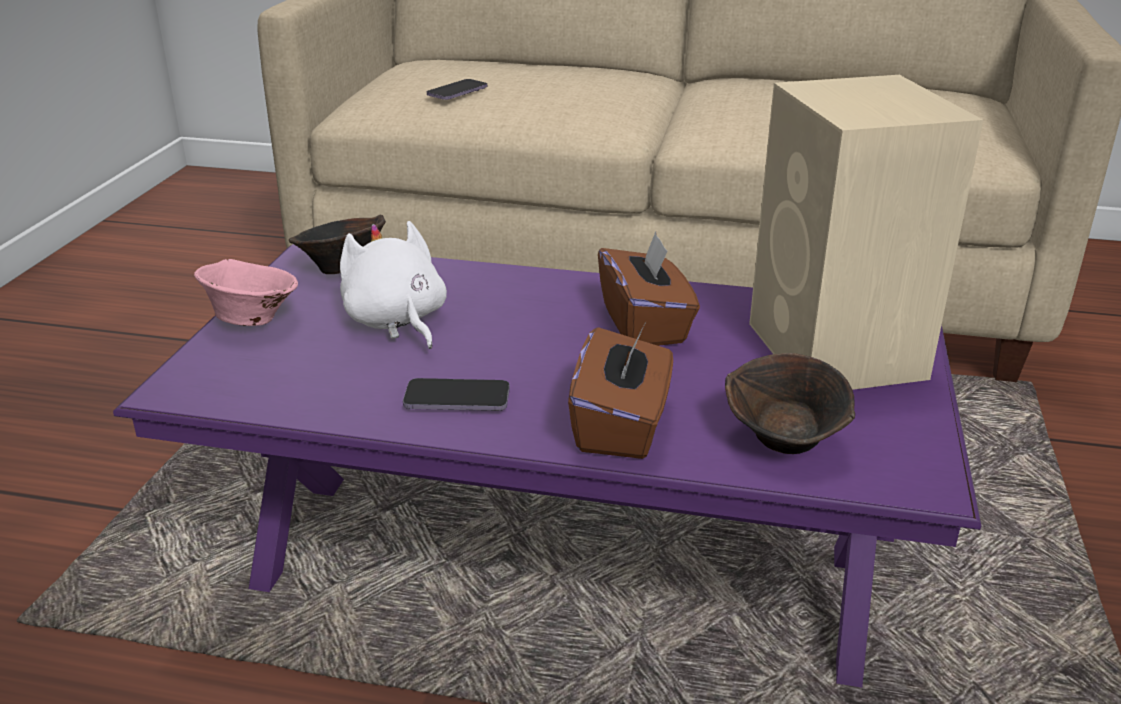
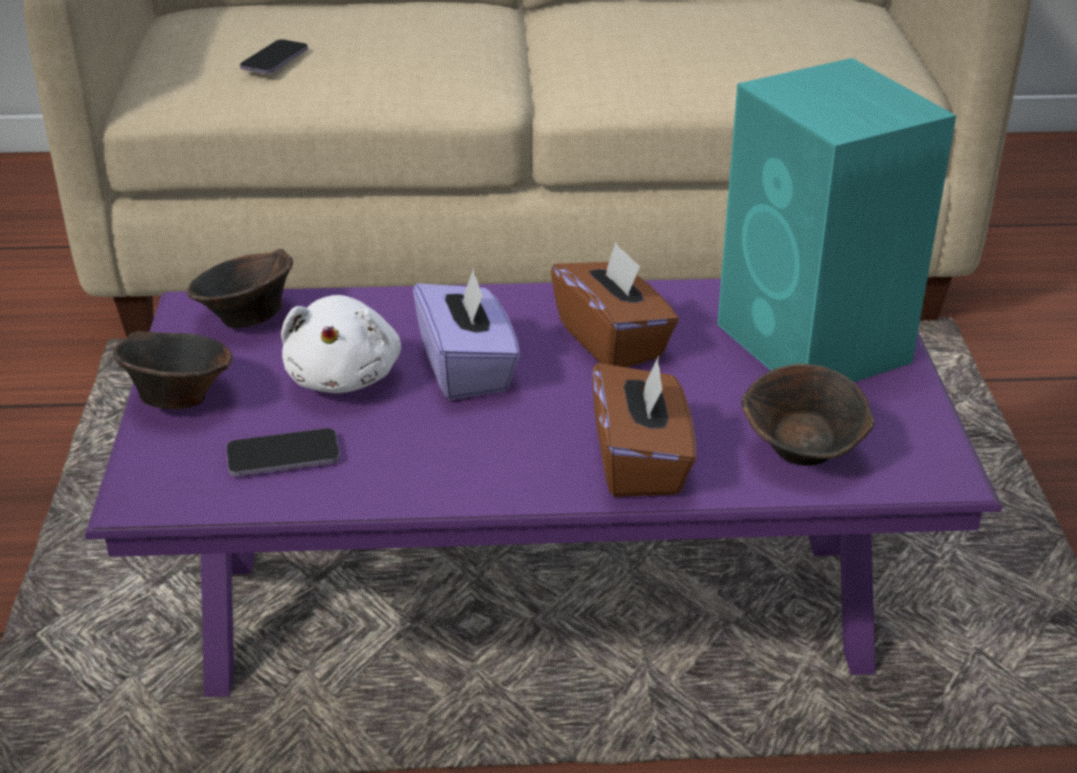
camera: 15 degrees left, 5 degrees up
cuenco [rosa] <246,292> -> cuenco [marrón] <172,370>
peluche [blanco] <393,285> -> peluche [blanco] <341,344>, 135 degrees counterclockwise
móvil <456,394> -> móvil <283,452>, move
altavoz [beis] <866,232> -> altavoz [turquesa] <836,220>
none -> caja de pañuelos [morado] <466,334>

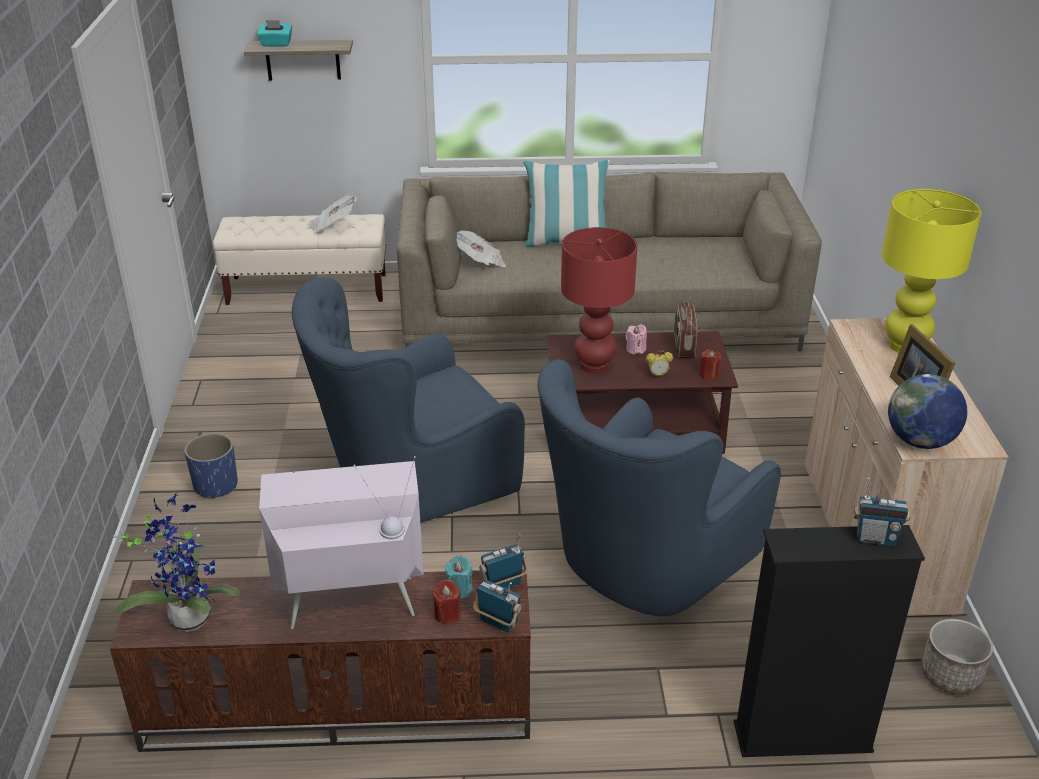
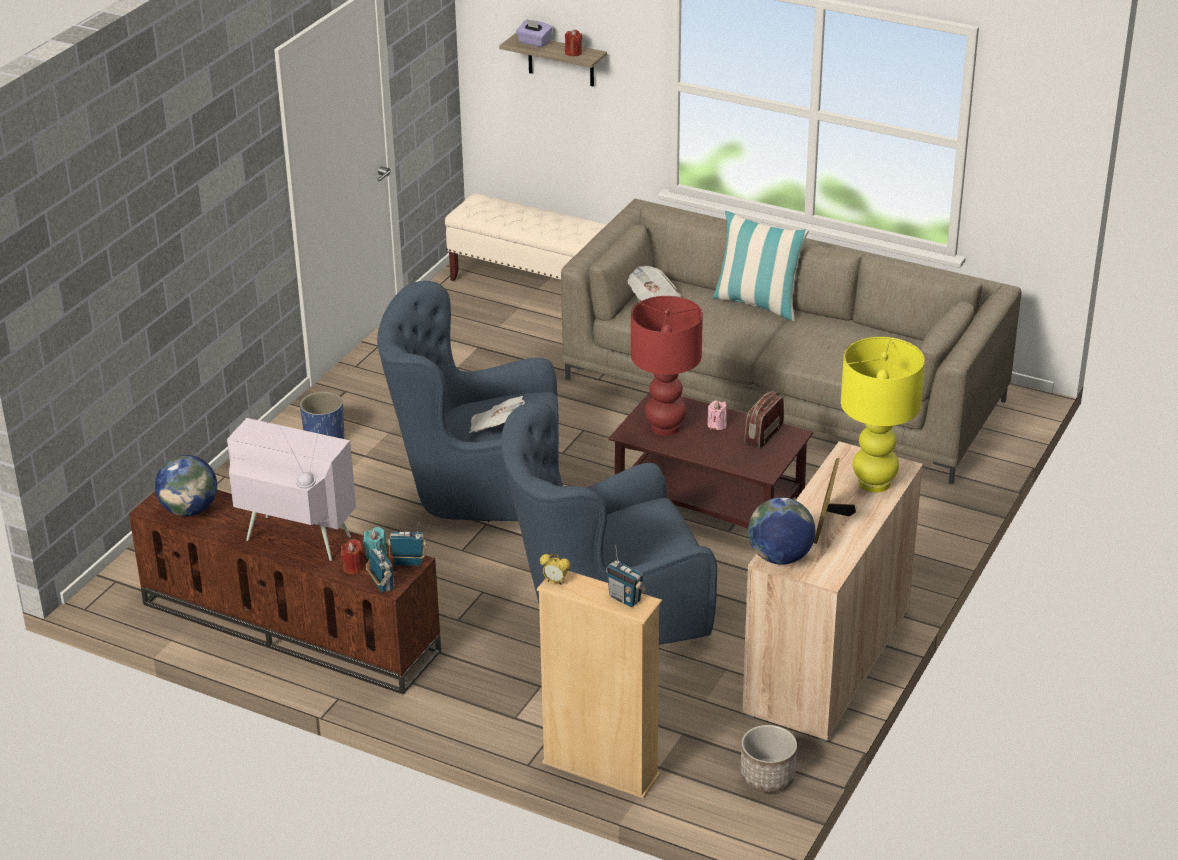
camera: 30 degrees right, 0 degrees up
planta en maceta <176,563> -> globo terráqueo <186,485>
caja de pañuelos [turquesa] <274,33> -> caja de pañuelos [morado] <534,33>
periódico <332,214> -> periódico <497,414>, move
despertador <659,363> -> despertador <555,569>, move
vela [rojo] <710,364> -> vela [rojo] <573,43>, move
estantería [negro] <829,641> -> estantería [beis] <599,685>

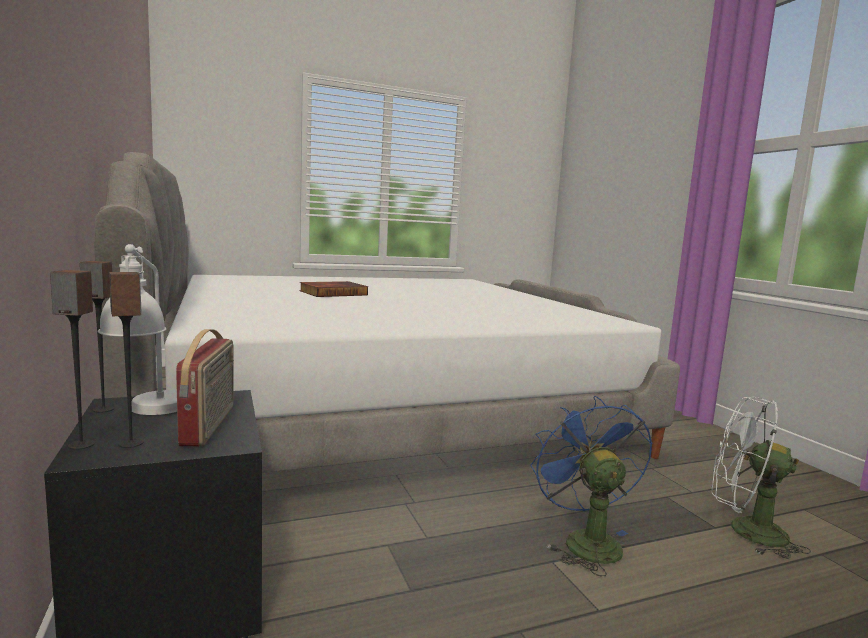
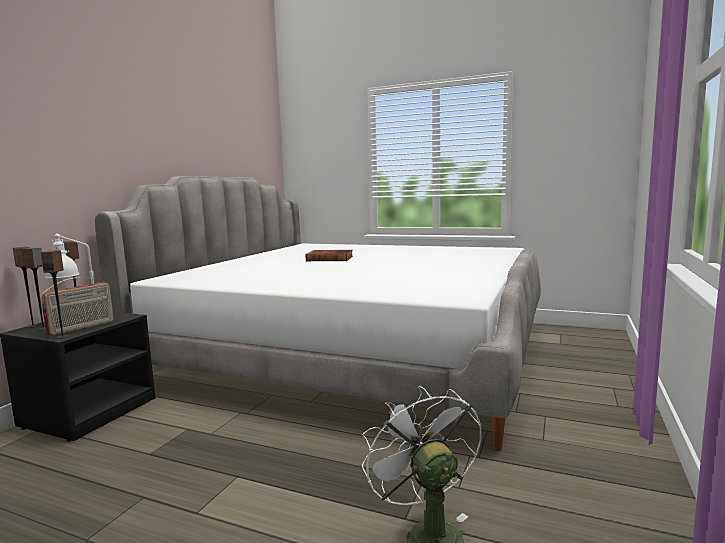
camera: 45 degrees right, 0 degrees up
ventilador [azul] <592,486> -> none
none -> altavoz <55,294>

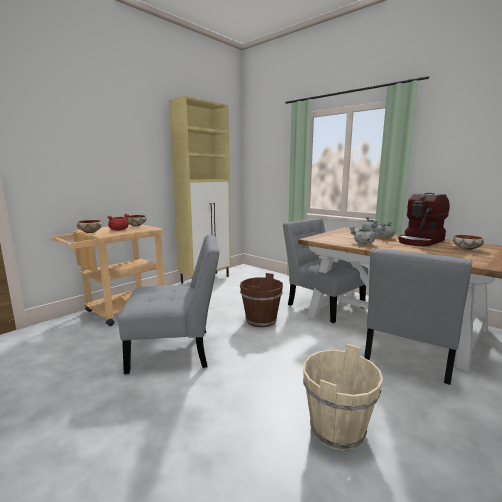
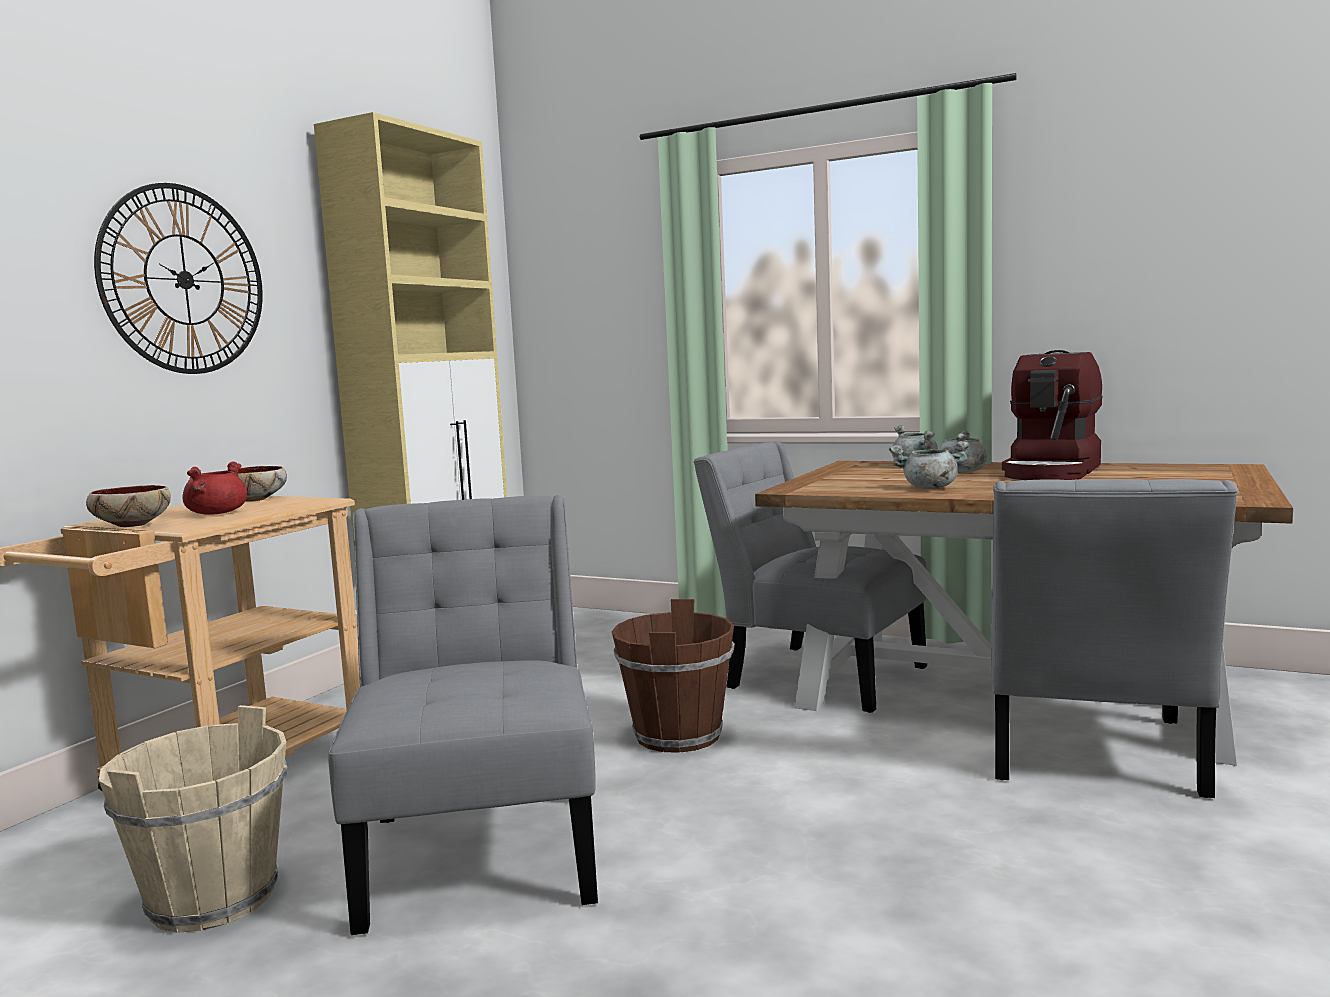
camera: 15 degrees left, 5 degrees down
silla [gris] <169,304> -> silla [gris] <463,715>, 75 degrees counterclockwise
cubo [beis] <343,397> -> cubo [beis] <193,818>, move
cuenco <468,242> -> none
none -> reloj de pared <178,278>

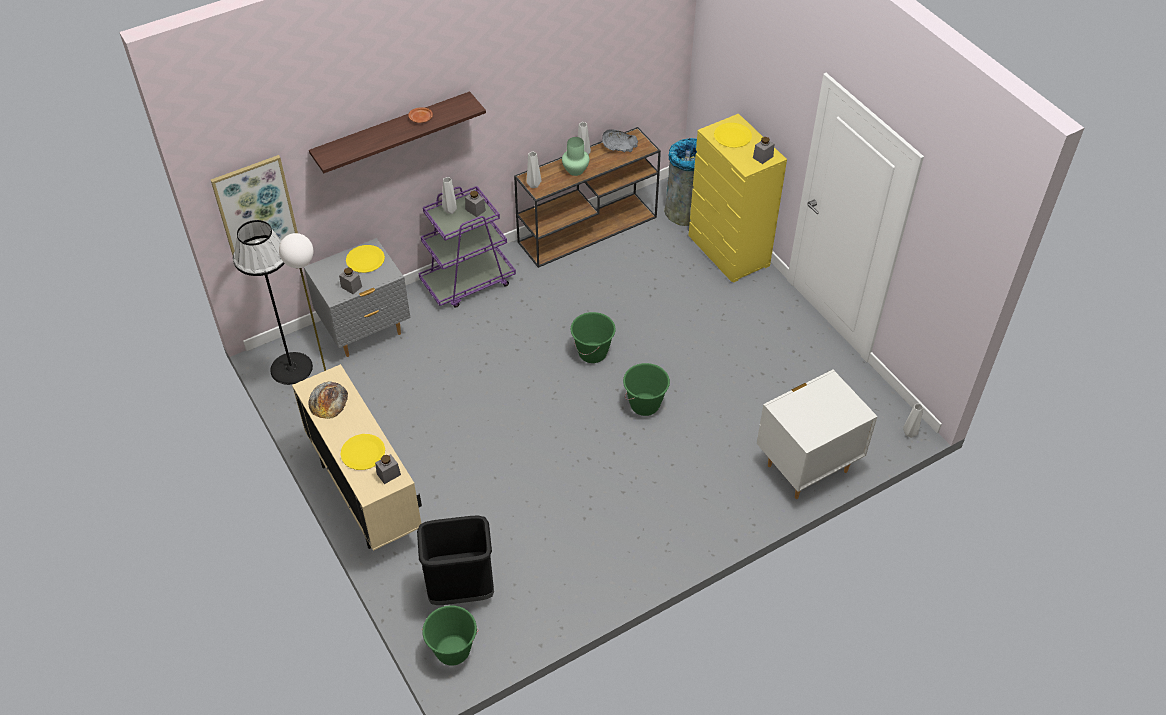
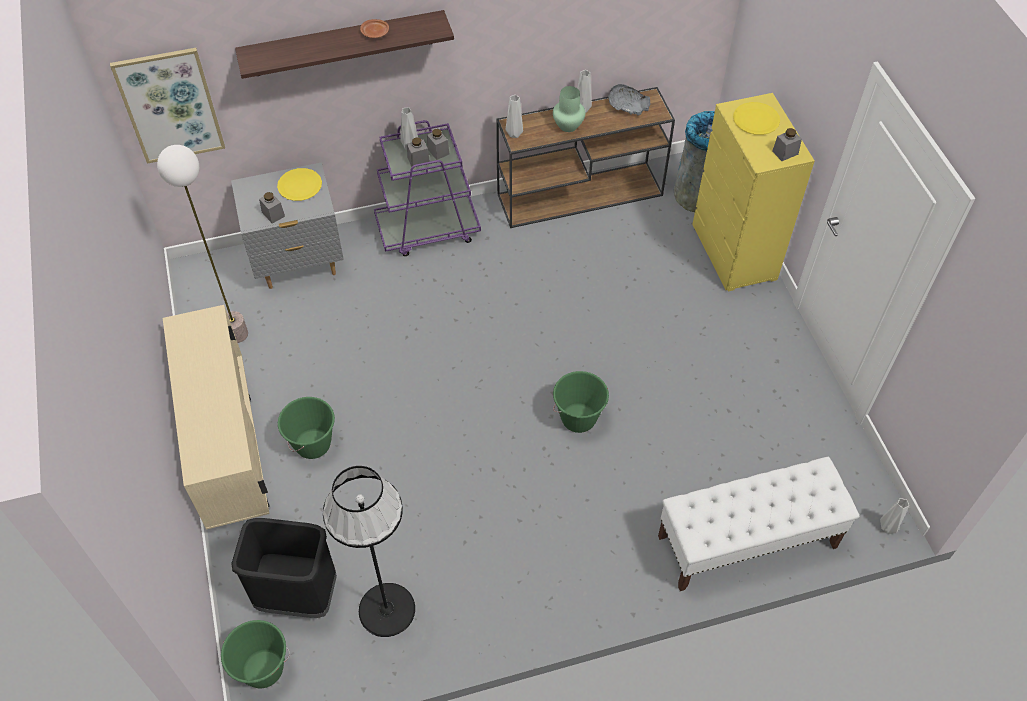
camera: 15 degrees right, 5 degrees up
lámpara de pie [negro] <273,302> -> lámpara de pie [negro] <369,551>, move
pan <328,400> -> none
plato [amarillo] <363,452> -> none
tarro [gris] <388,469> -> tarro [gris] <418,152>, move
cubo [verde] <593,337> -> cubo [verde] <306,428>, move
mesita de noche [blanco] <817,434> -> banco [blanco] <758,524>

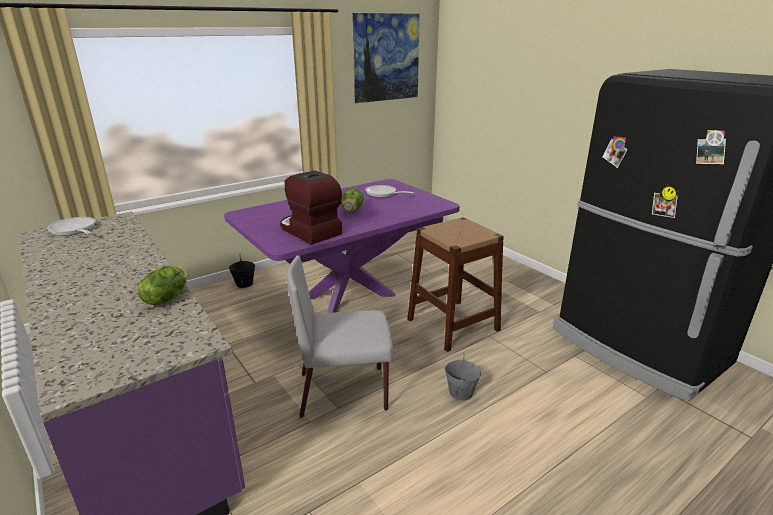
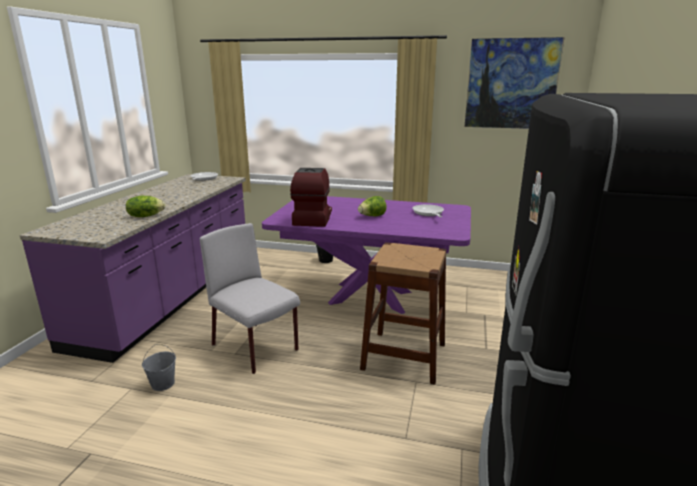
camera: 50 degrees right, 5 degrees down
cubo [gris] <463,377> -> cubo [gris] <159,367>, move

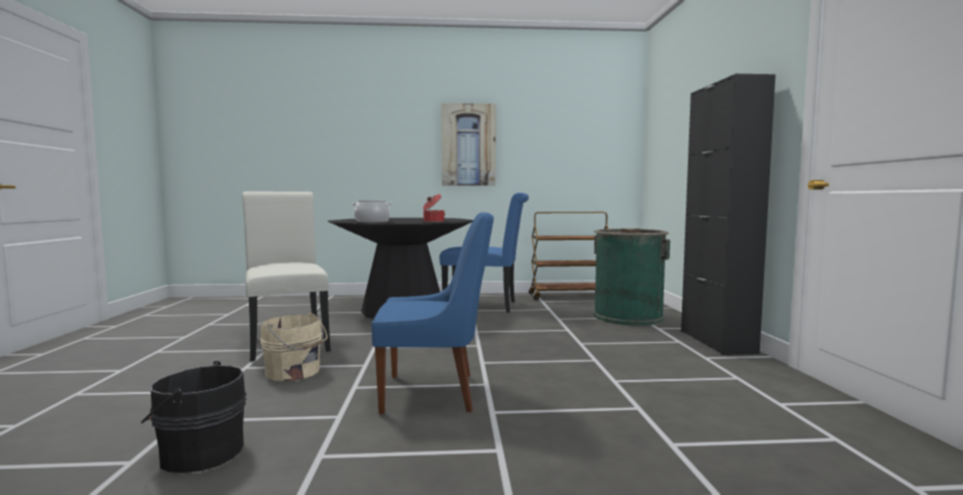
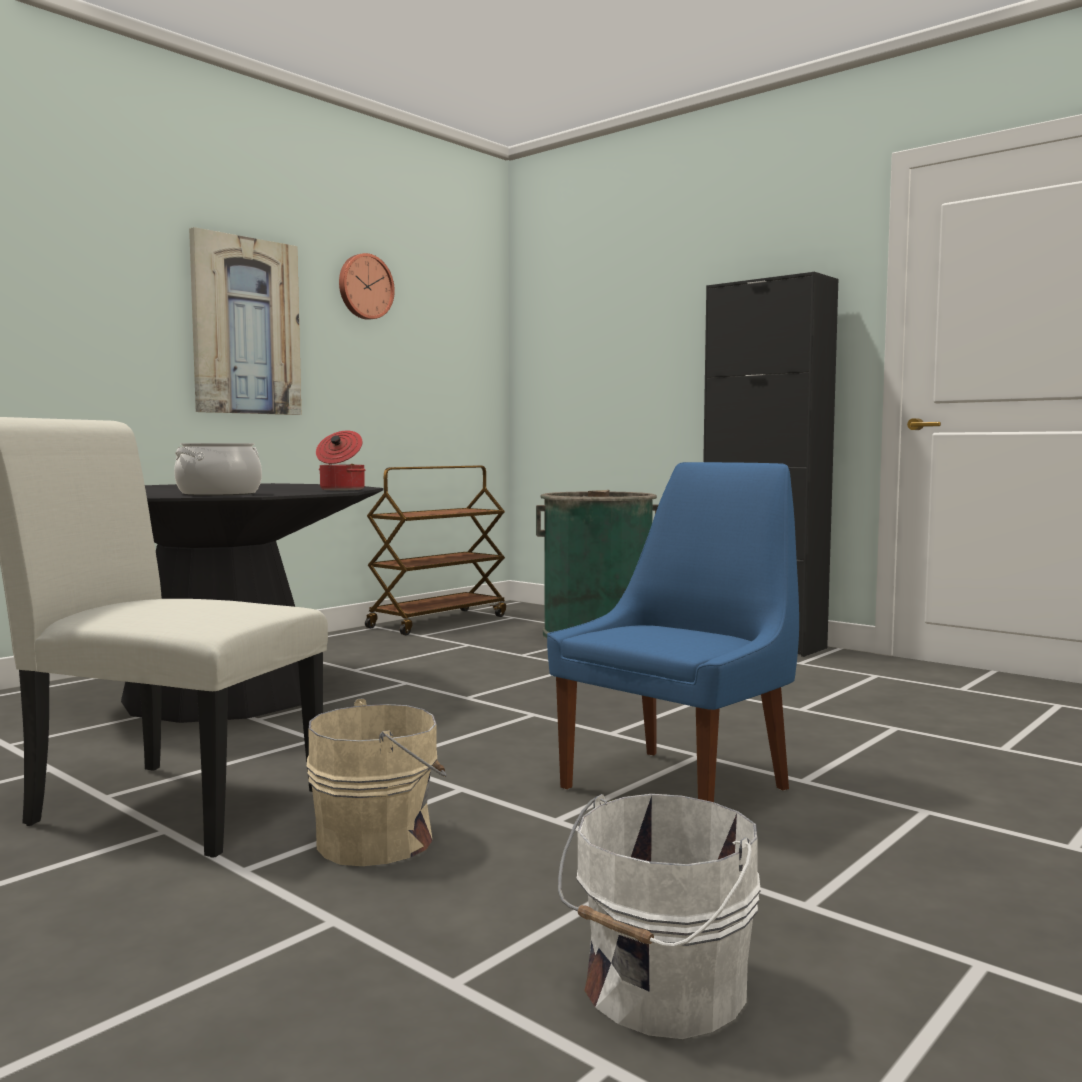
camera: 45 degrees left, 0 degrees up
cubo [negro] <194,417> -> cubo [blanco] <659,916>
silla [azul] <484,253> -> none
none -> reloj de pared <367,286>

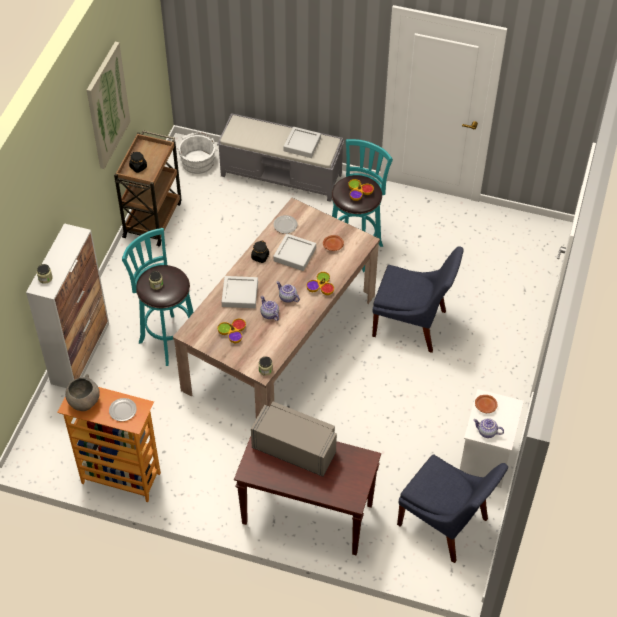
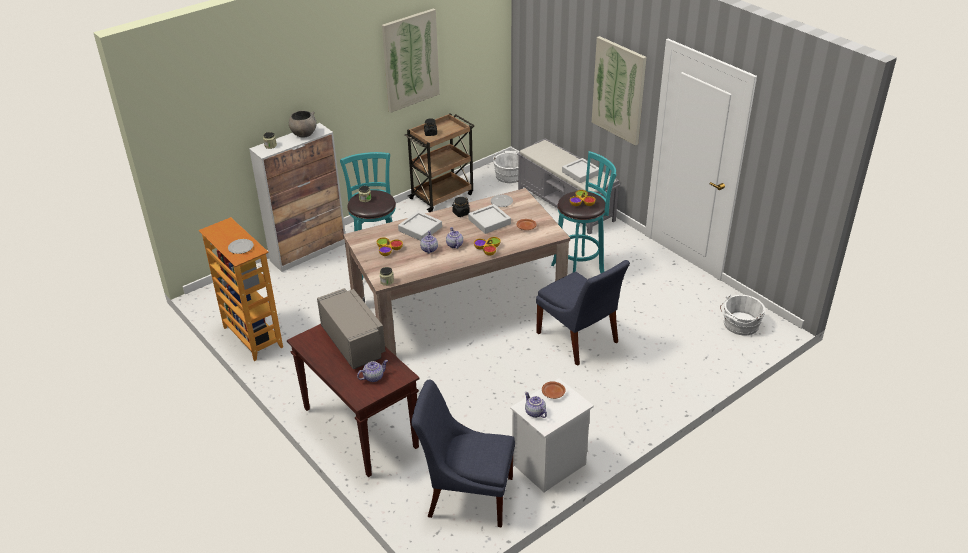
camera: 35 degrees right, 15 degrees down
cuenco [gris] <82,392> -> cuenco [gris] <303,124>, move
silla [azul] <452,508> -> silla [azul] <463,454>, 120 degrees clockwise
none -> tetera <372,371>
none -> cuadro <619,91>
none -> cubo [blanco] <743,314>

